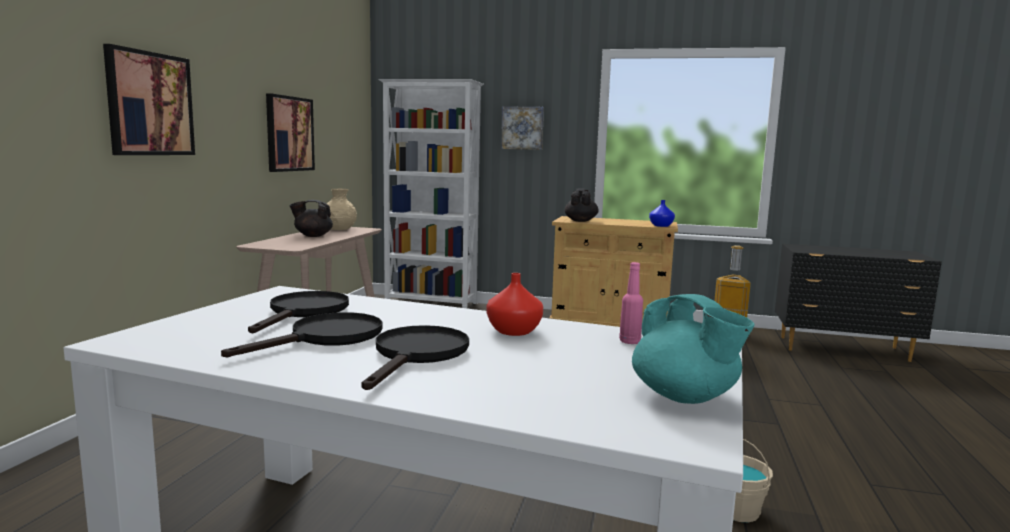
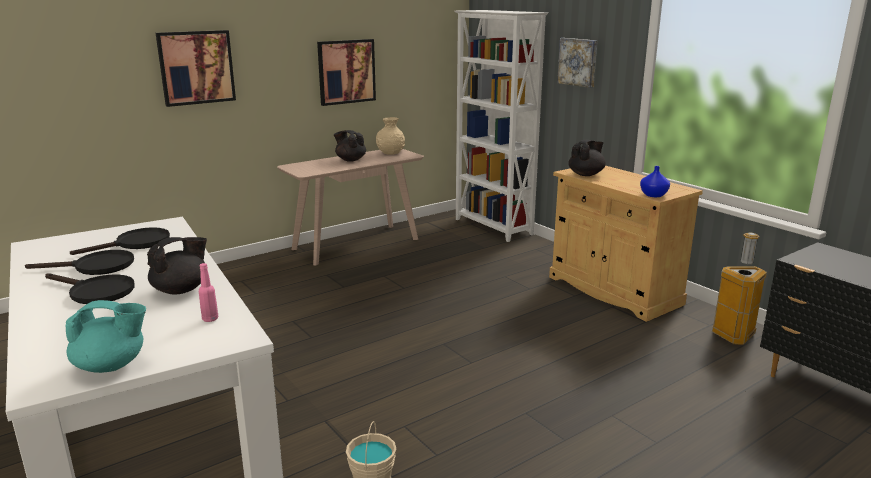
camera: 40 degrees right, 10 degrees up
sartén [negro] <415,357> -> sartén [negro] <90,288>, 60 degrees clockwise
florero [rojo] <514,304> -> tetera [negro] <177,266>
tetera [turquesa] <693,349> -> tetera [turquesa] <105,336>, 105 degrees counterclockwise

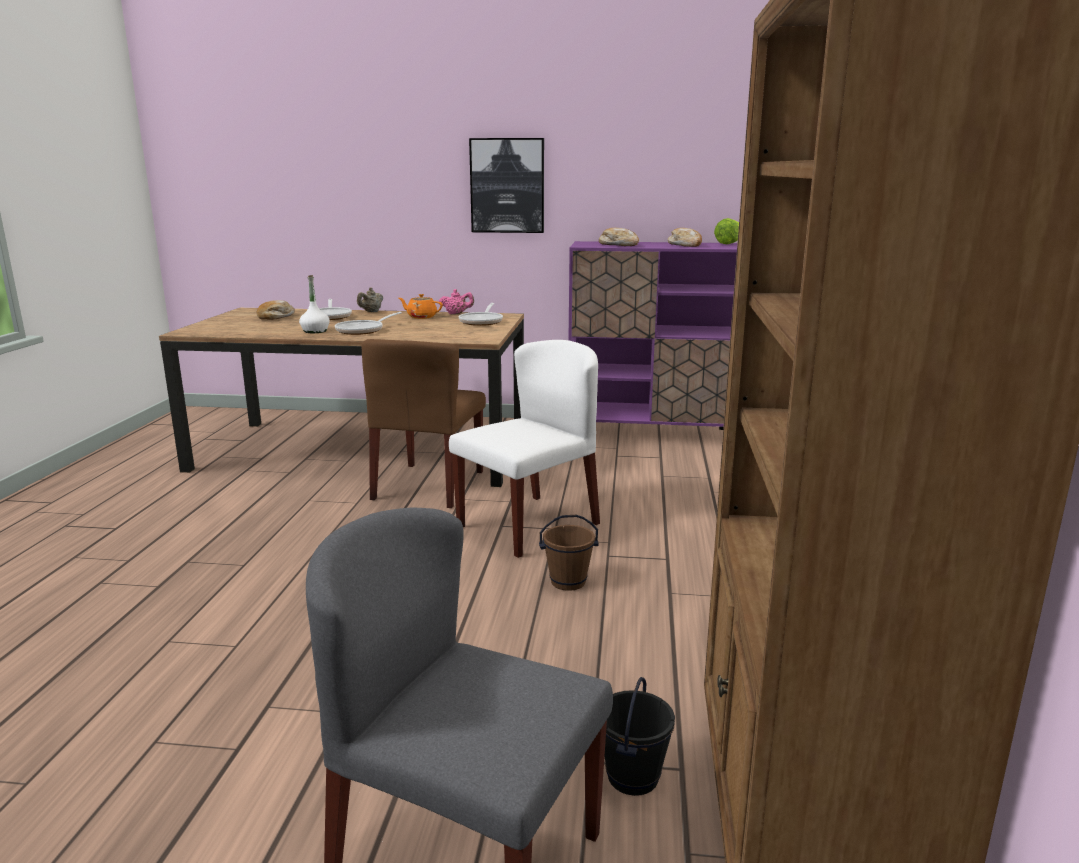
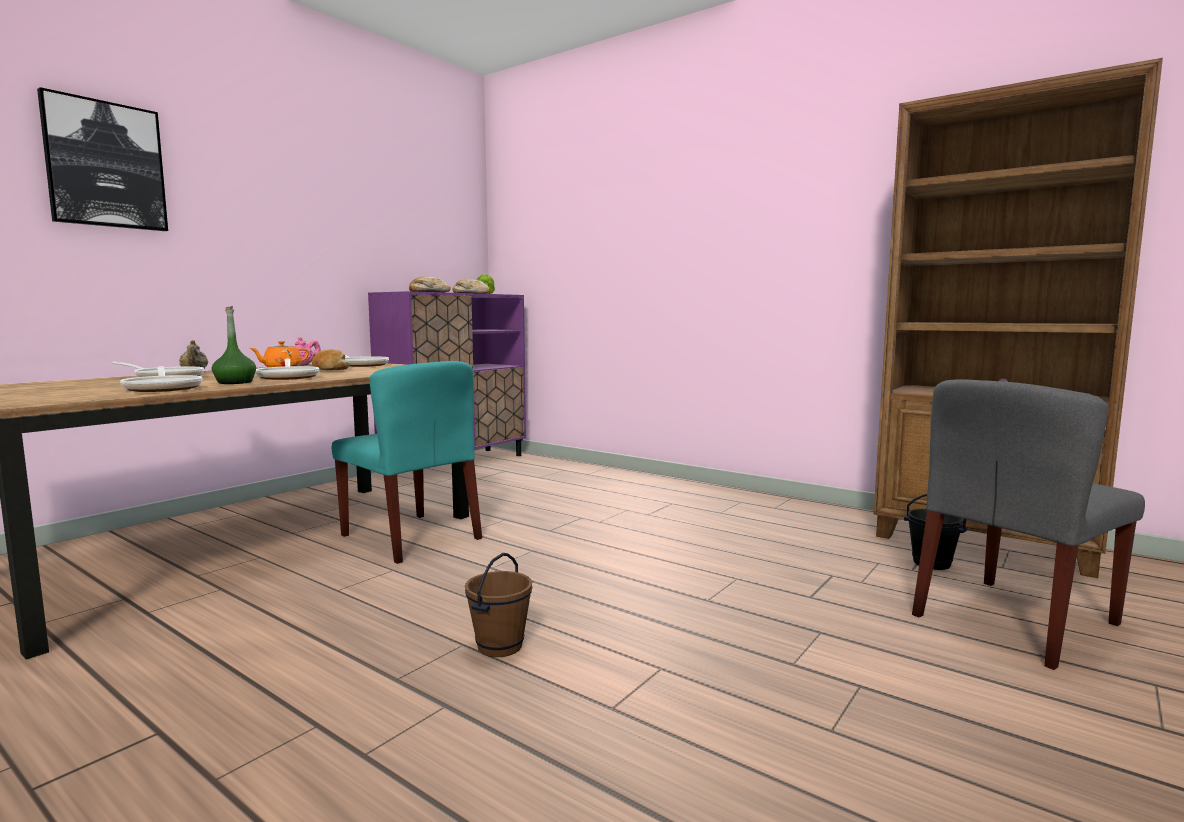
camera: 60 degrees left, 10 degrees down
pan <276,310> -> pan <331,359>, move
botella [blanco] <314,304> -> botella [verde] <234,345>
silla [marrón] <424,423> -> silla [turquesa] <407,462>
silla [blanco] <524,449> -> none
cuadro <506,185> -> cuadro <102,159>, move
cubo [marrón] <569,553> -> cubo [marrón] <498,605>, move
none -> sartén <161,379>

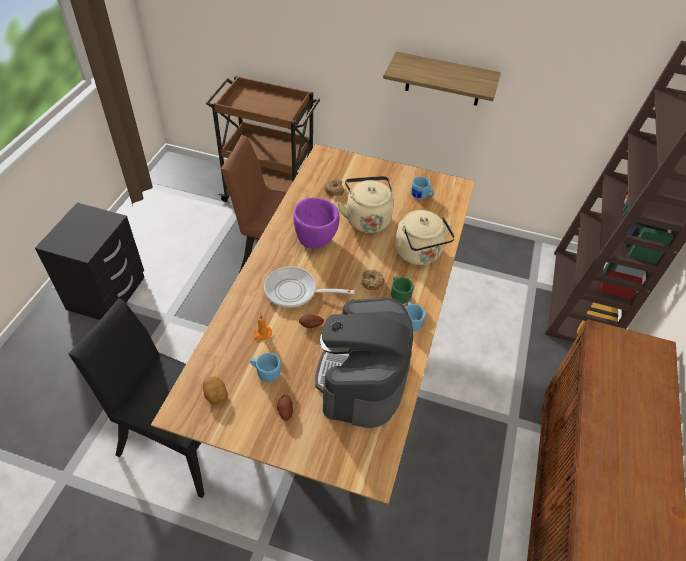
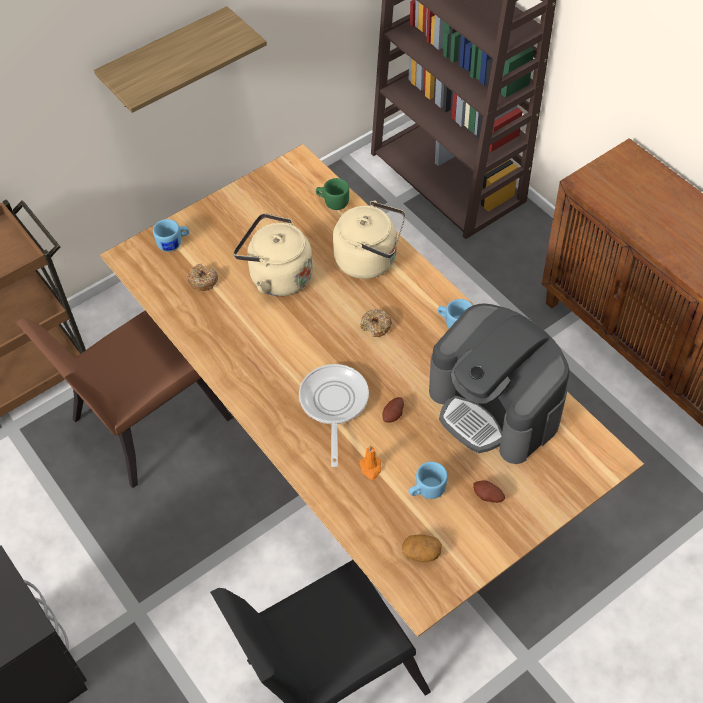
camera: 50 degrees left, 5 degrees up
sartén <309,287> -> sartén <334,415>, 135 degrees clockwise
cuenco [morado] <316,223> -> none
taza grande [verde] <402,290> -> taza grande [verde] <332,194>, move
taza grande [azul] <422,187> -> taza grande [azul] <171,235>, move

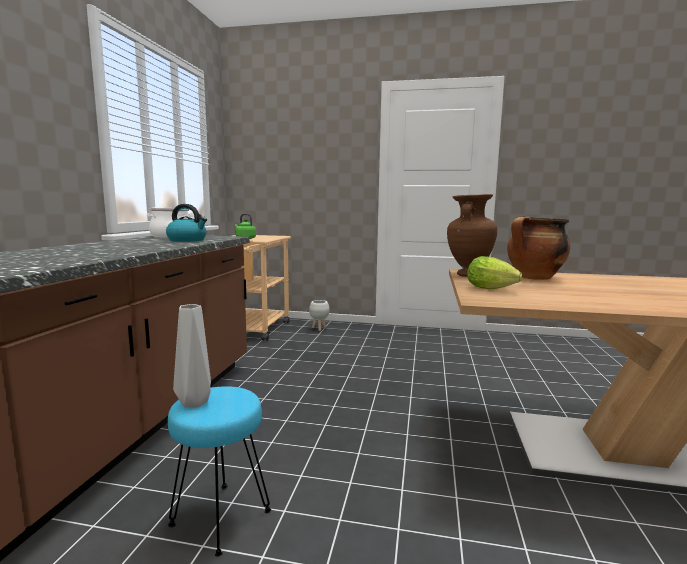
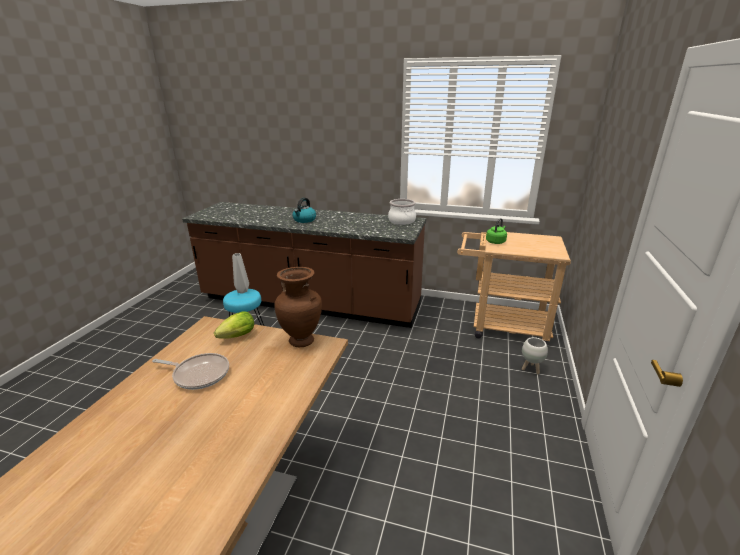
camera: 95 degrees right, 15 degrees up
hervidor <186,223> -> hervidor <304,210>, move
olla <538,248> -> none
none -> sartén <190,371>

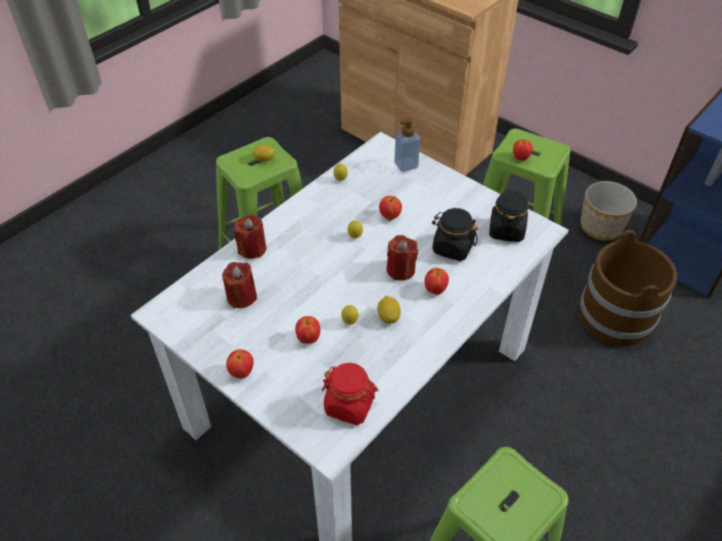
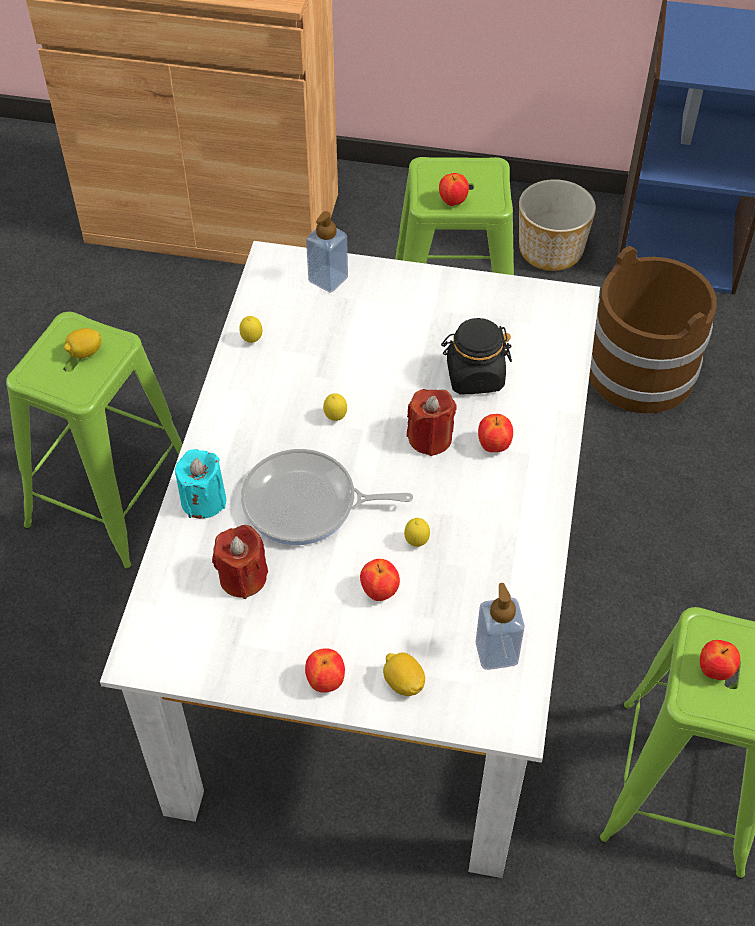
camera: 30 degrees left, 5 degrees up
vela [rojo] <250,236> -> vela [turquesa] <200,484>
tarro [rojo] <350,394> -> dispensador de jabón <500,626>
limón <389,310> -> limón <404,674>, move
manzana <390,208> -> manzana <720,660>, move
tarro [negro] <509,216> -> none
none -> sartén <327,497>

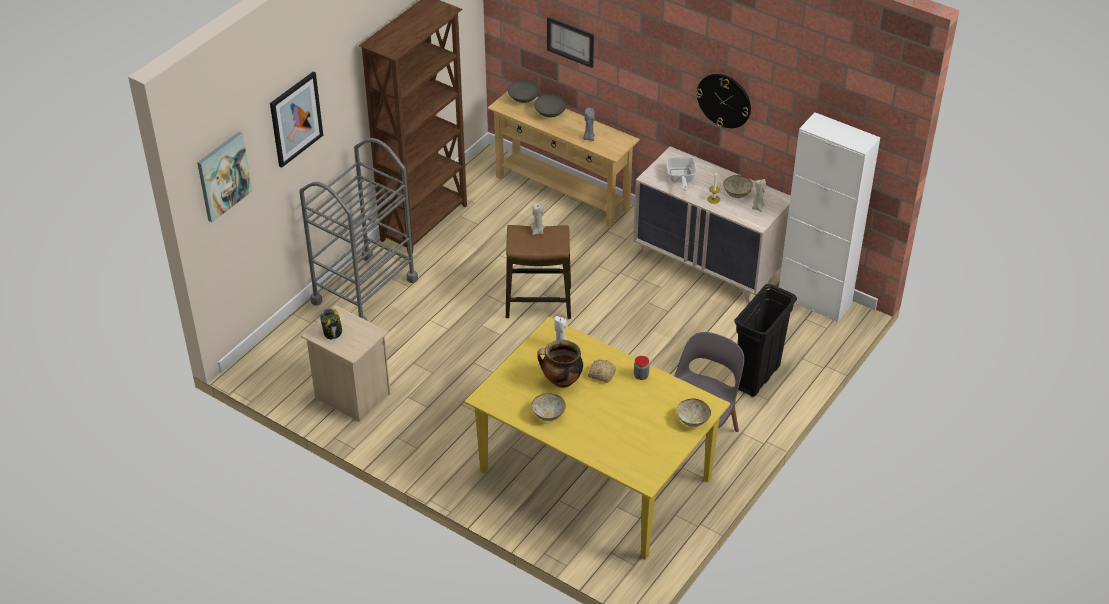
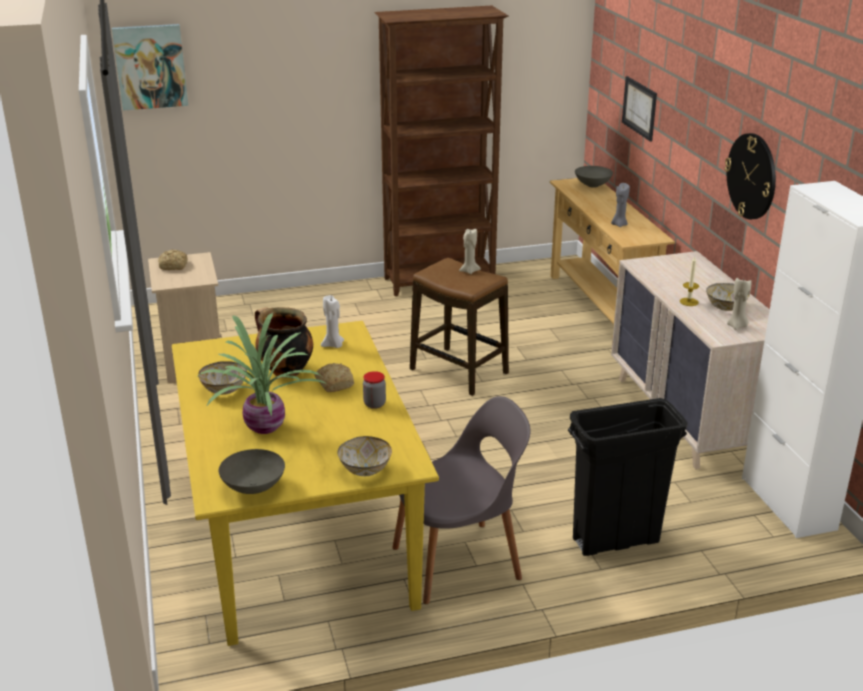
camera: 40 degrees right, 15 degrees down
cuadro <296,120> -> none
carrito [gris] <358,229> -> none
tarro <331,323> -> pan <172,259>
cuenco [gris] <550,105> -> cuenco [gris] <252,471>, move
sartén <681,174> -> none
none -> planta en maceta <262,373>

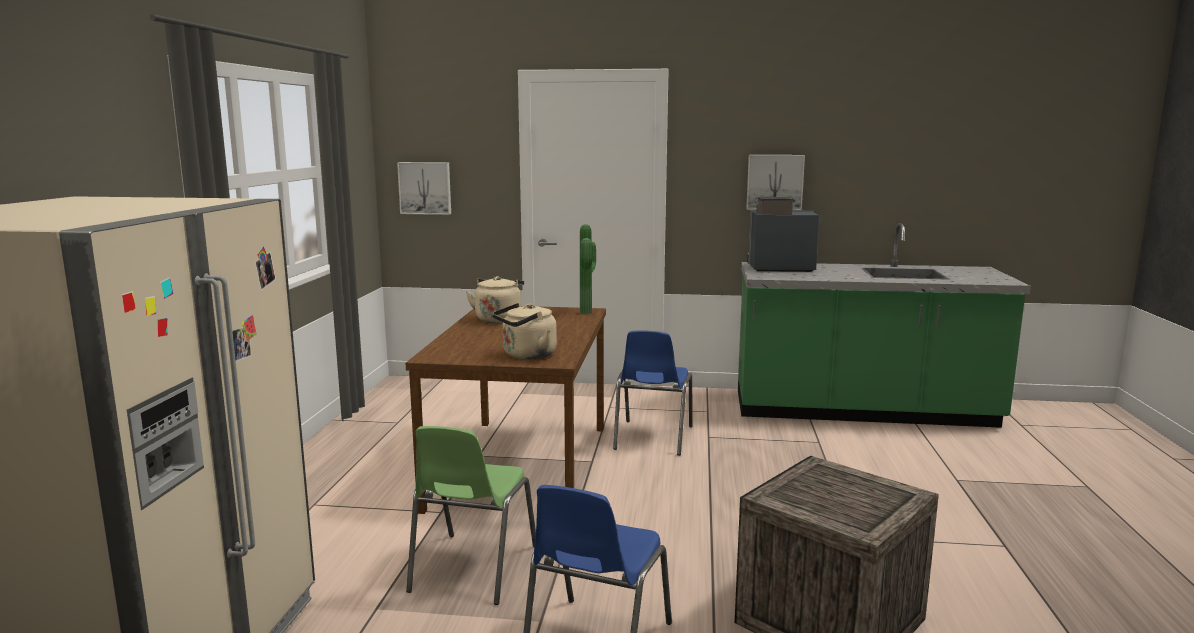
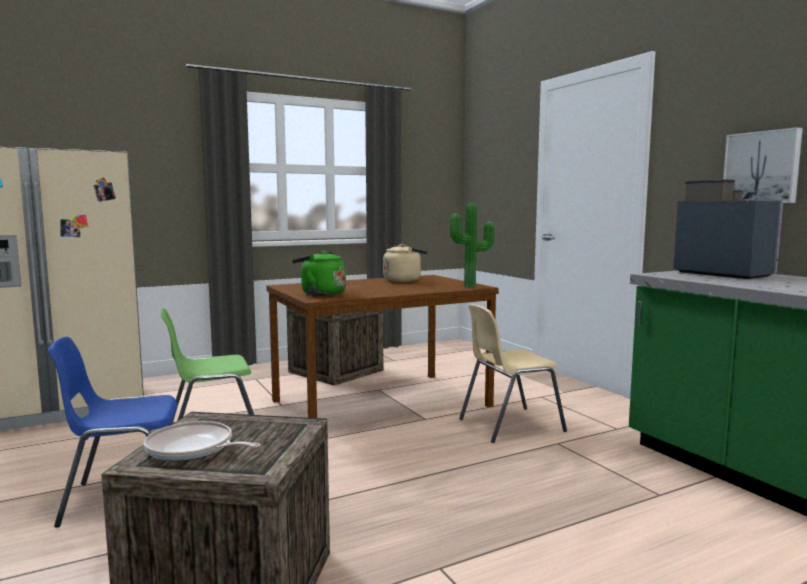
camera: 55 degrees right, 5 degrees down
cuadro <424,188> -> none
hervidor [beis] <524,331> -> hervidor [verde] <319,273>
silla [azul] <653,393> -> silla [beis] <513,373>
none -> sartén <202,441>
none -> caja de embalaje <335,346>

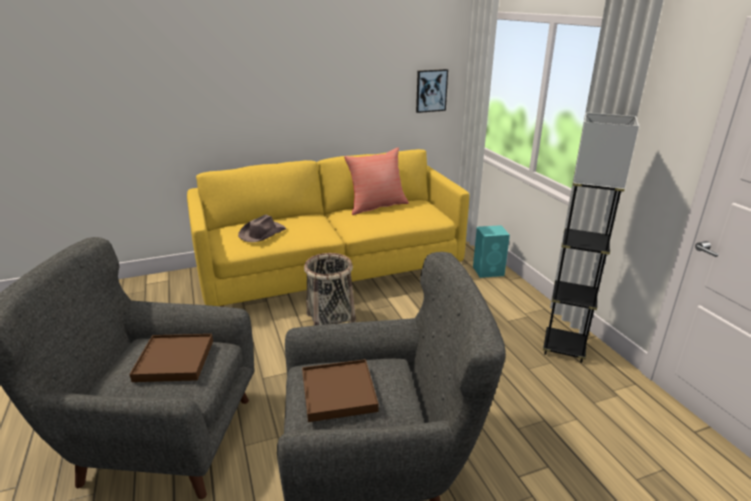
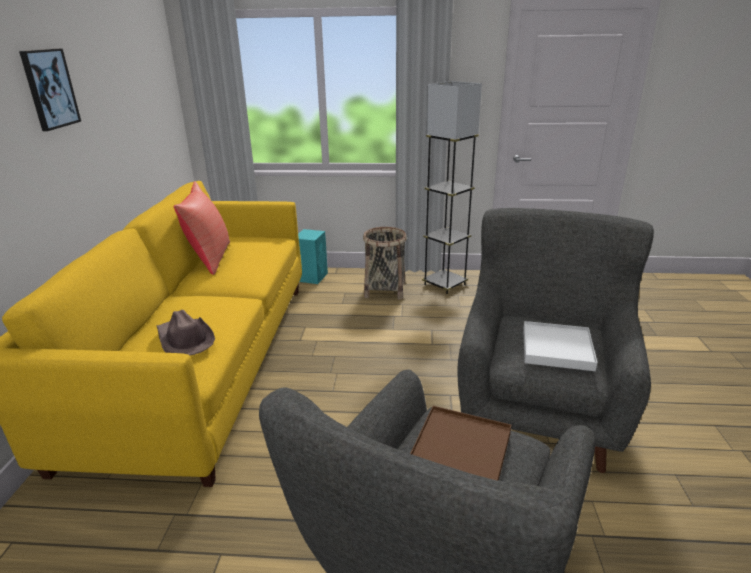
camera: 65 degrees left, 0 degrees up
bandeja [marrón] <340,390> -> bandeja [blanco] <560,346>
cesta <330,289> -> cesta <385,263>, move
cuadro <432,91> -> cuadro <50,89>, move

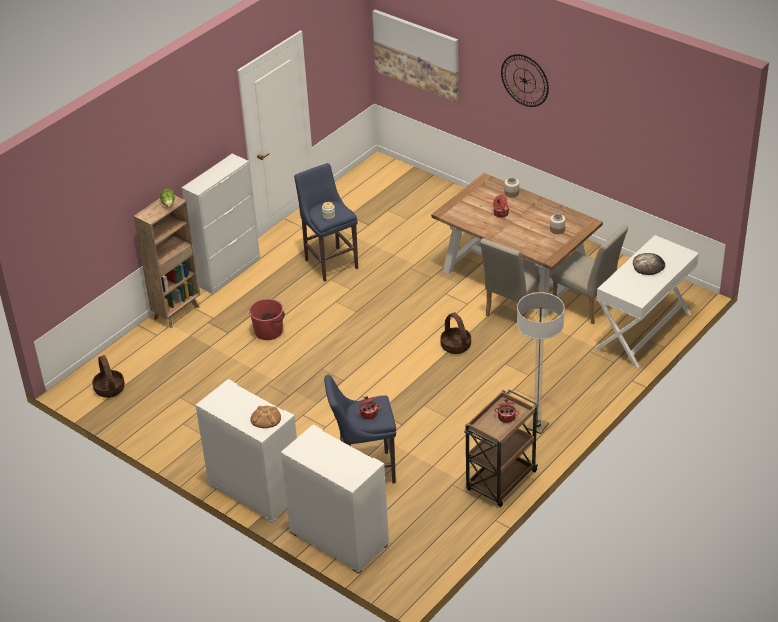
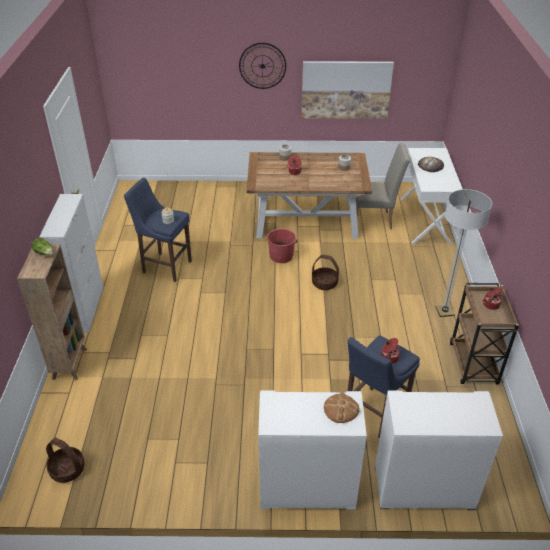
camera: 40 degrees left, 0 degrees up
cubo [rojo] <267,319> -> cubo [rojo] <282,246>, move
cuadro <415,55> -> cuadro <347,90>, move
silla [beis] <510,283> -> none

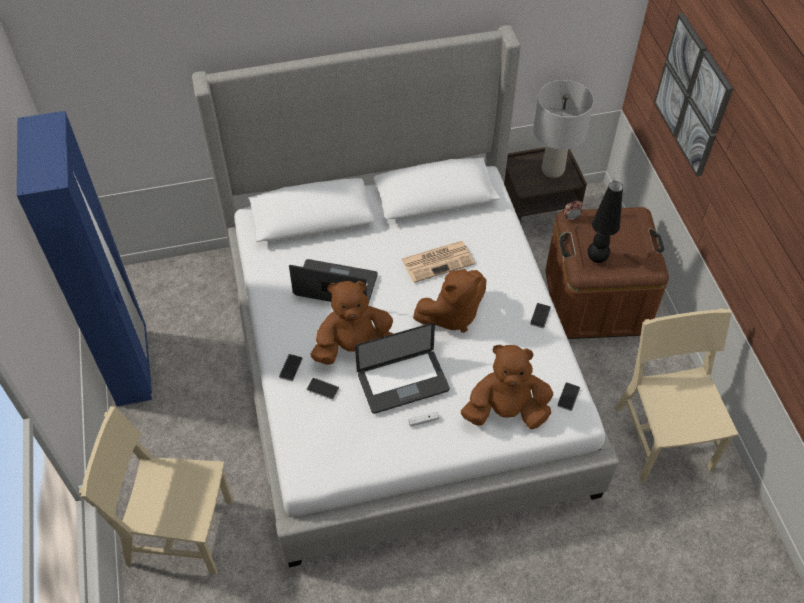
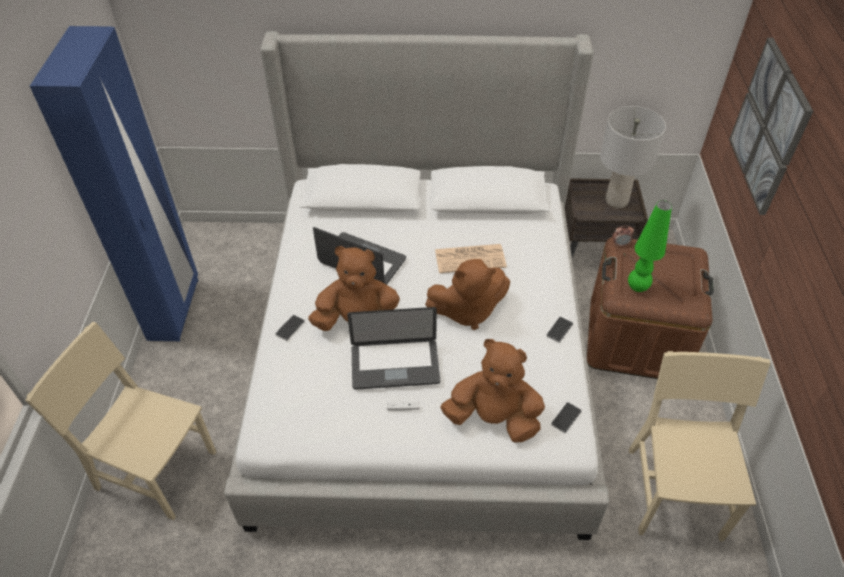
camera: 15 degrees right, 5 degrees down
móvil <323,389> -> none
lámpara de mesa [negro] <605,222> -> lámpara de mesa [verde] <650,246>

